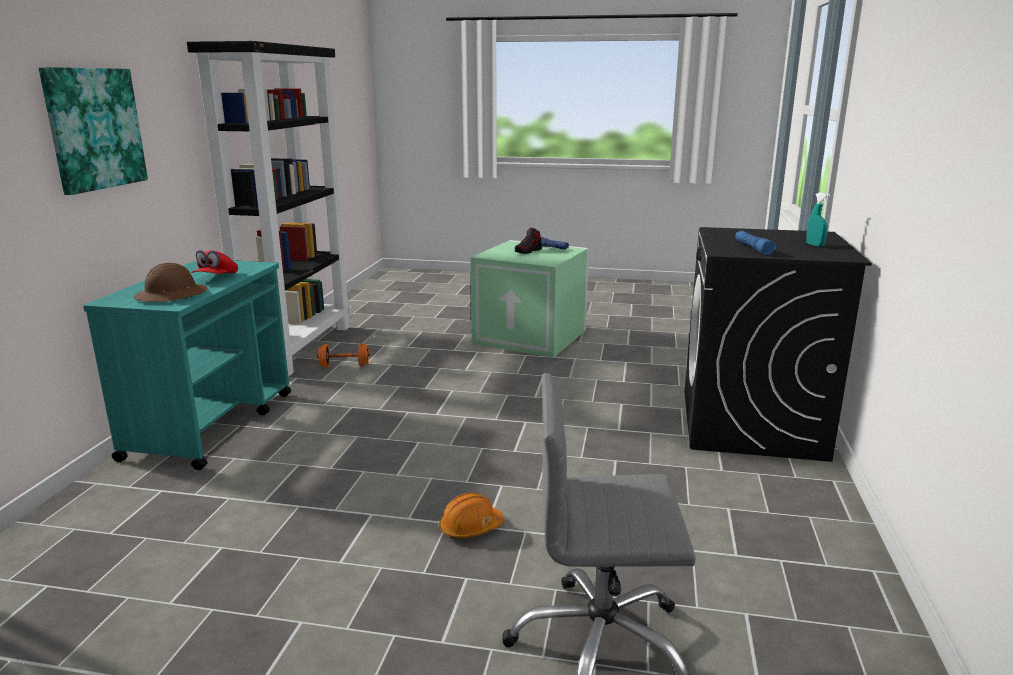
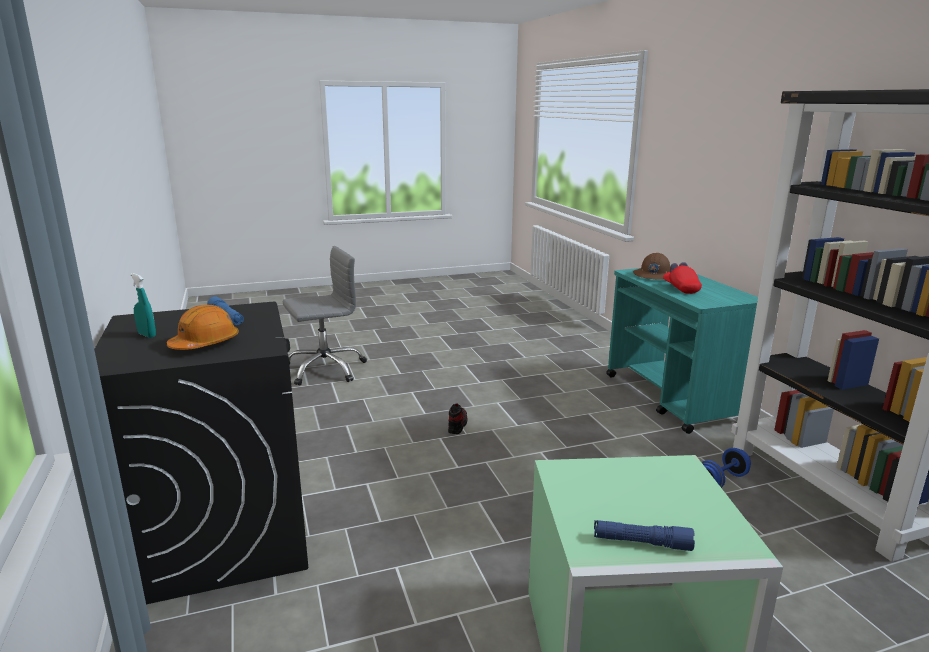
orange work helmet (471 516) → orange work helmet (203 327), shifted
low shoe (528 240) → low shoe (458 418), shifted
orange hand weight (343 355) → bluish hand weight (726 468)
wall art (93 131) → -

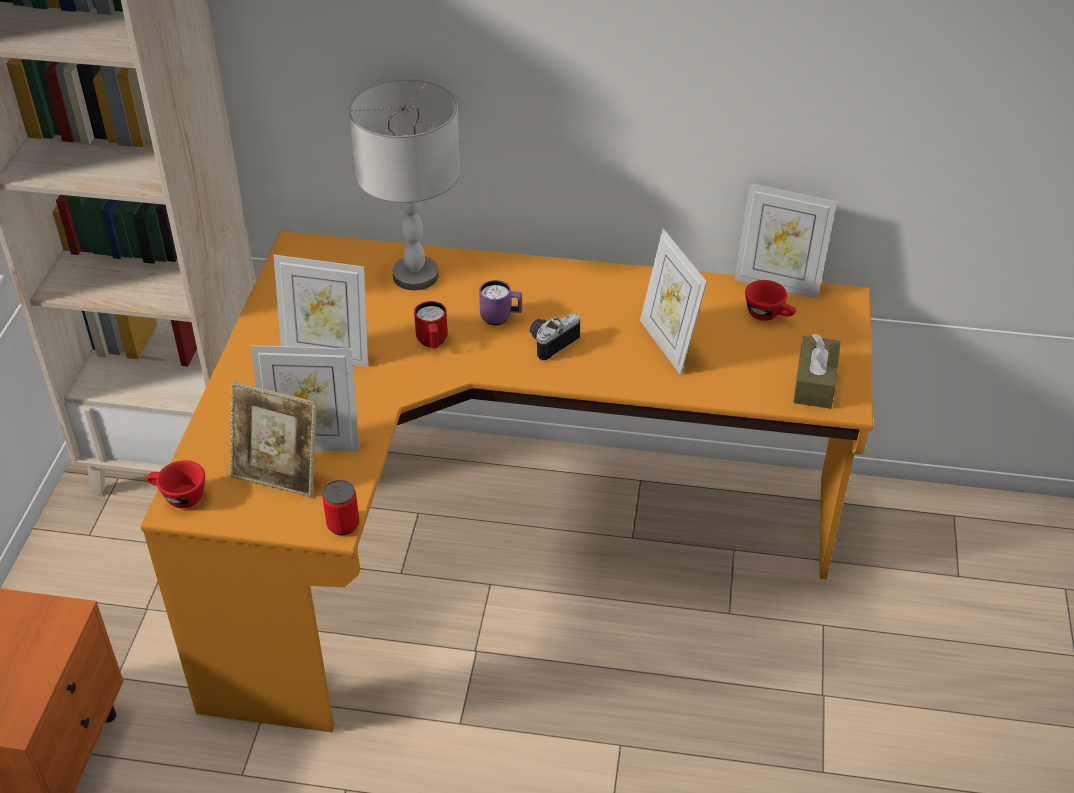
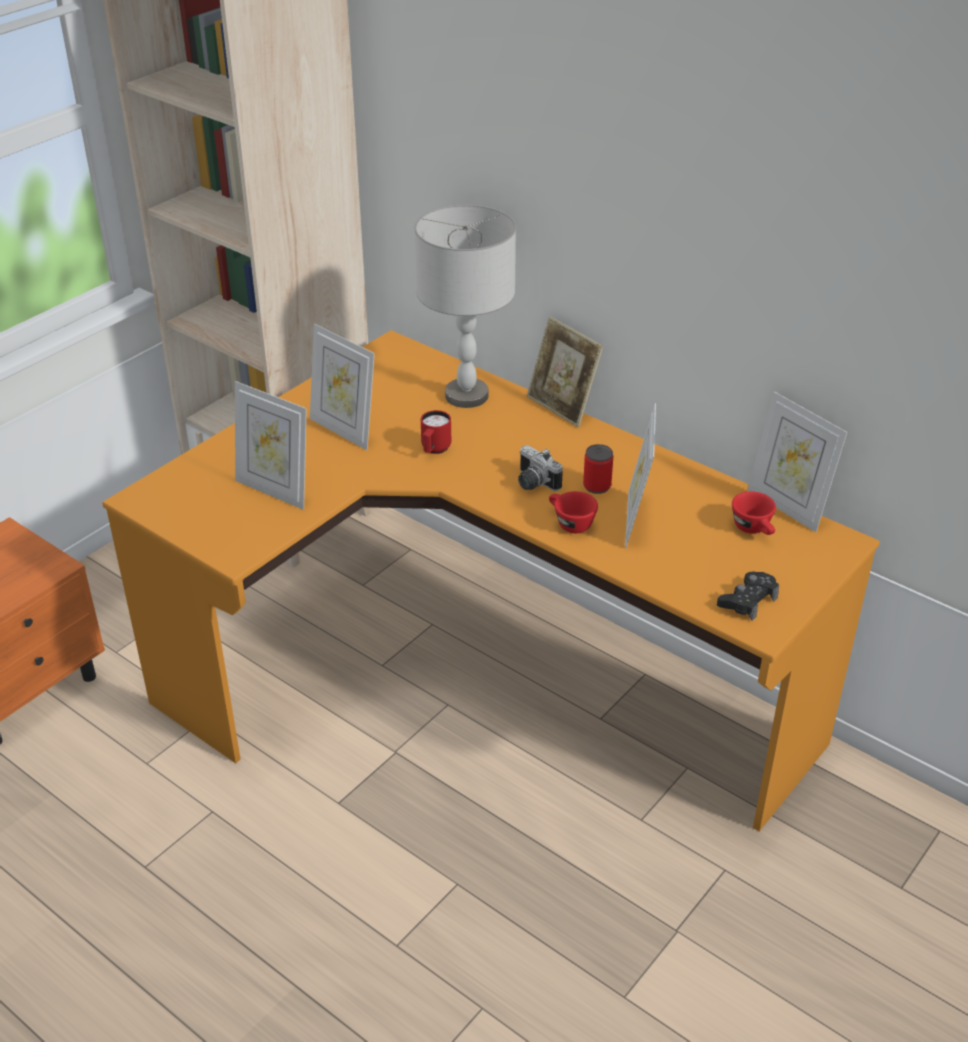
photo camera (555 337) → photo camera (540 468), 120 degrees counterclockwise
standing frame (273 439) → standing frame (565 371), shifted
red drinking cup (175 484) → red drinking cup (573 512), shifted
sealed can (340 508) → sealed can (598 469), shifted
brownish tissue holder (817 371) → black-coloured game controller (748 596)
purple tea mug (500 302) → -

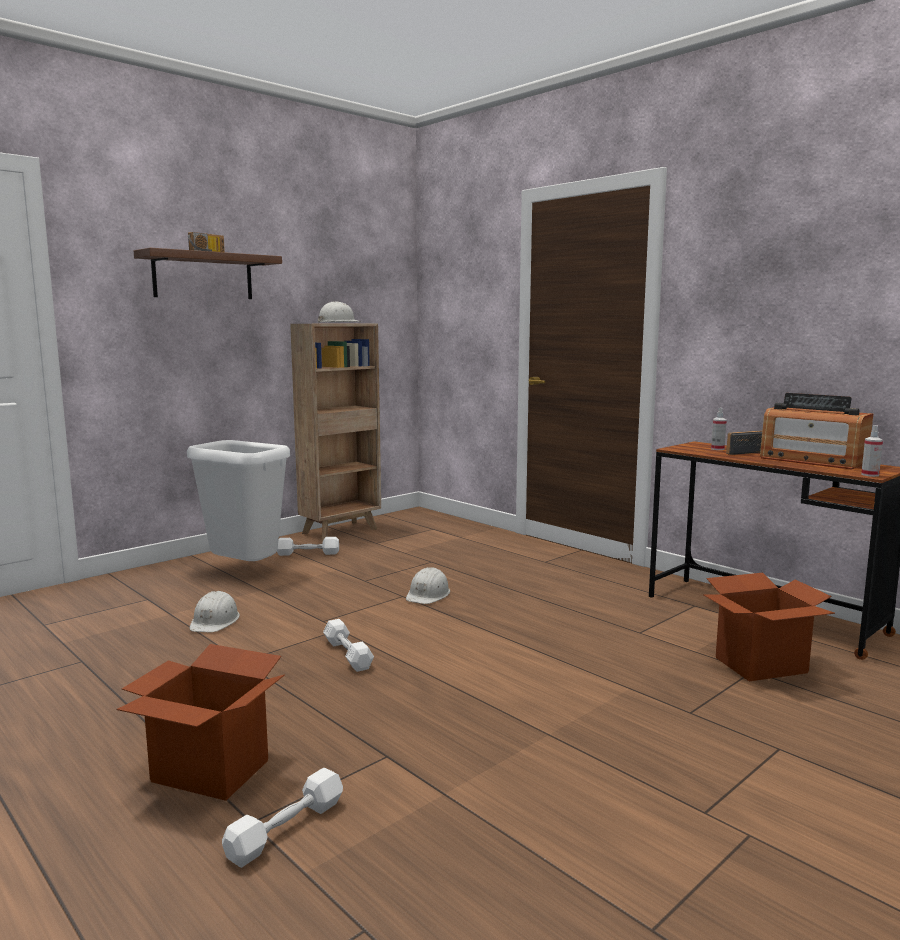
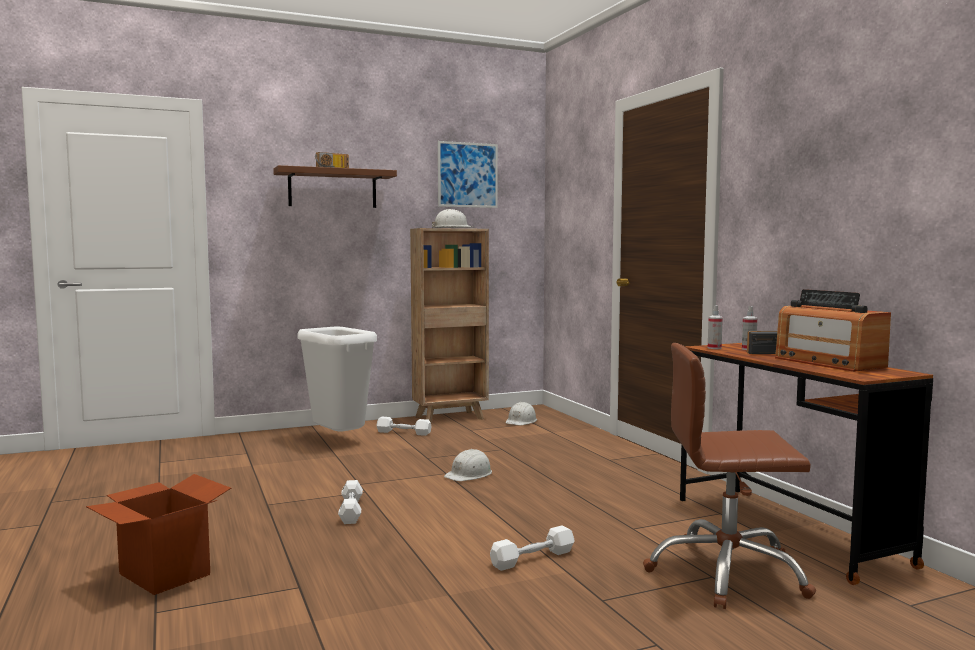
- → wall art (468 174)
white-coloured hand weight (282 818) → white-coloured hand weight (532 548), shifted
white-coloured work helmet (214 611) → white-coloured work helmet (521 413), shifted
packing box (769 627) → brownish office chair (729 476)
spray bottle (872 451) → spray bottle (715 327), shifted

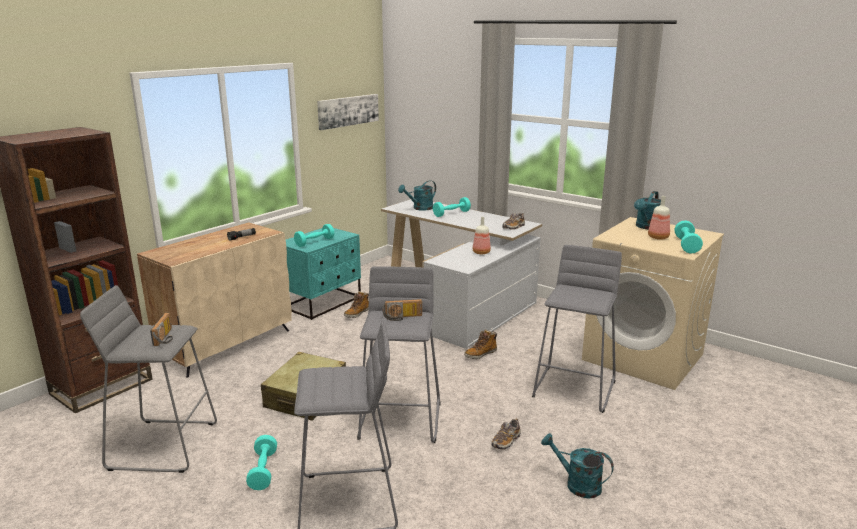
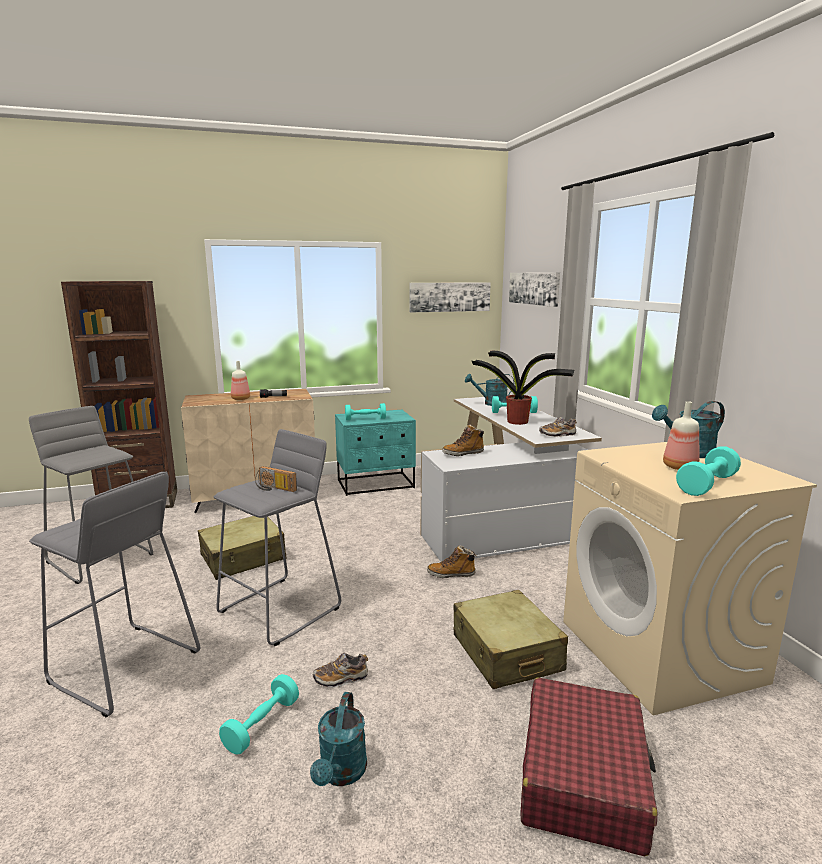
turquoise-coloured hand weight (261 462) → turquoise-coloured hand weight (259 714), shifted
bottle (481 235) → bottle (240 380), shifted
turquoise-coloured watering pot (577 466) → turquoise-coloured watering pot (338 739), 150 degrees counterclockwise
high-top boot (356 304) → high-top boot (463 440), shifted
greyish stool seat (577 329) → beige suitcase (511 639)
- → potted plant (523 388)
- → wall art (534 289)
- → red suitcase (588 767)
radio (161 329) → -

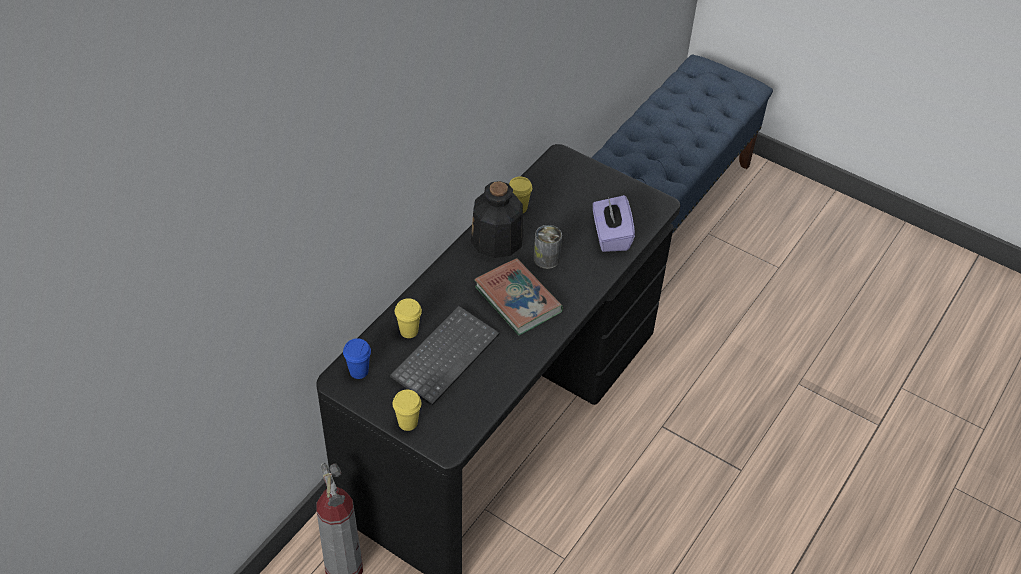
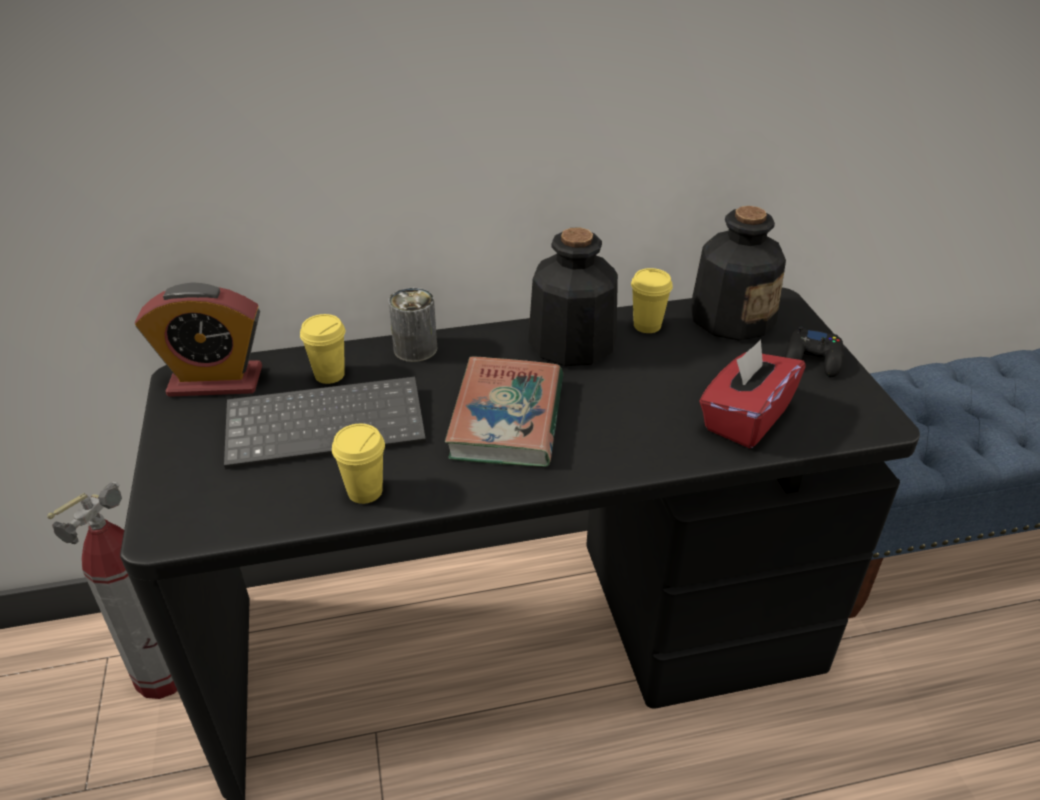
bluish drinking cup (357 358) → alarm clock (198 339)
yellow-coloured drinking cup (407 410) → yellow-coloured drinking cup (358 464), shifted
sealed can (548 247) → sealed can (412 325), shifted
- → bottle (738 273)
purple tissue holder (614 223) → red tissue holder (752 393)
- → black-coloured game controller (814 352)

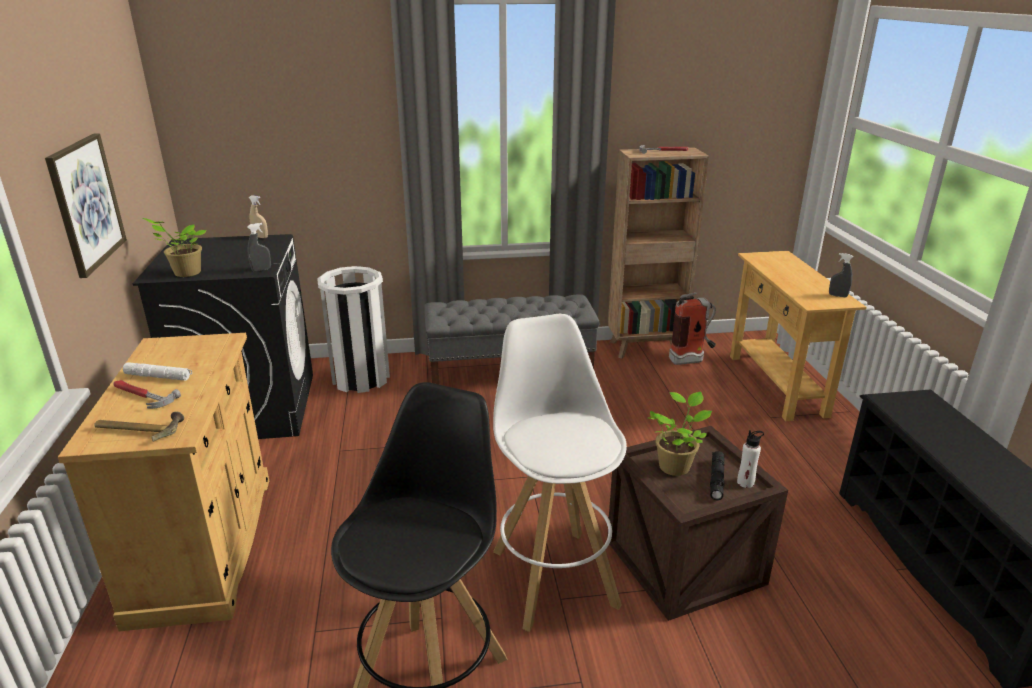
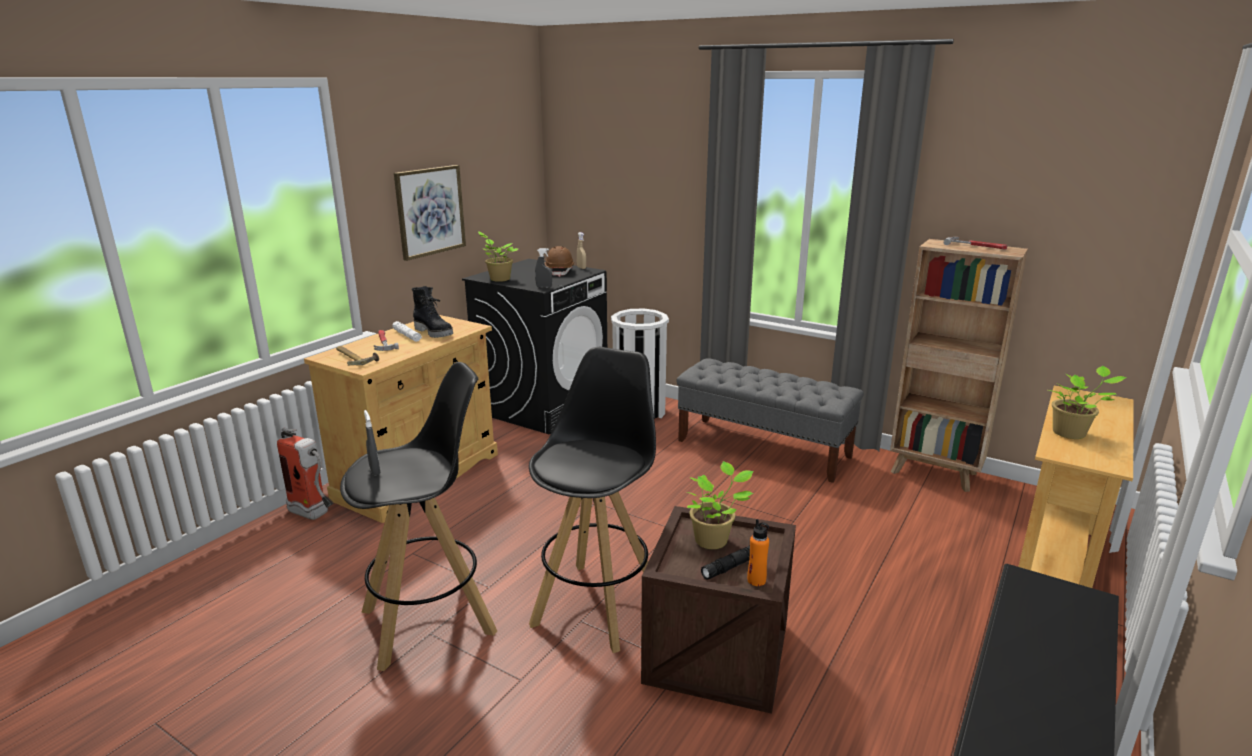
extinguisher (692 328) → extinguisher (305 474), shifted
greyish spray bottle (841 275) → greyish spray bottle (372 443), shifted
- → black-coloured high-top boot (432 312)
white-coloured stool seat (560 473) → black-coloured stool seat (592 500)
- → brownish work helmet (559 261)
white-coloured bottle (750 459) → orange bottle (758 552)
- → potted plant (1087 402)

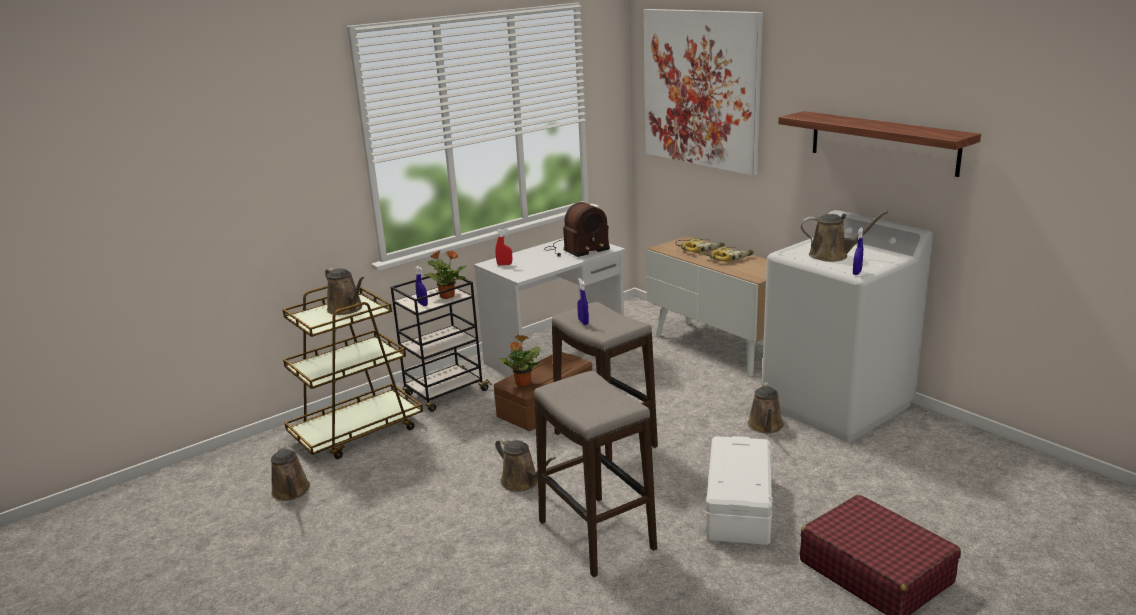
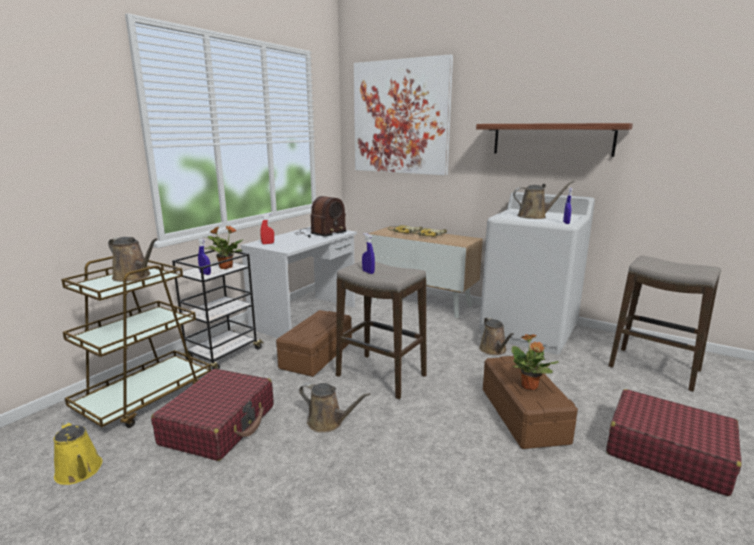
brownish watering pot (290 472) → yellow-coloured watering pot (78 452)
- → red suitcase (212 415)
white-coloured storage container (739 490) → brownish storage container (530 402)
potted plant (520 360) → potted plant (535 362), shifted
stool seat (595 474) → stool seat (665 323), shifted

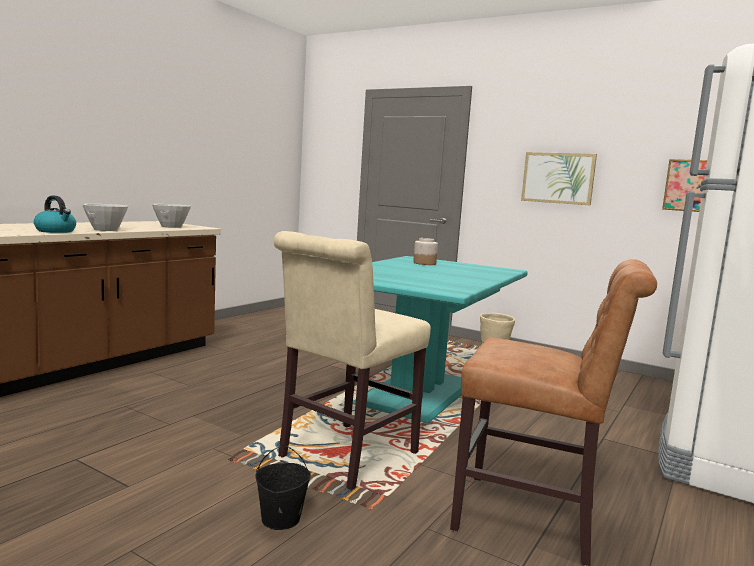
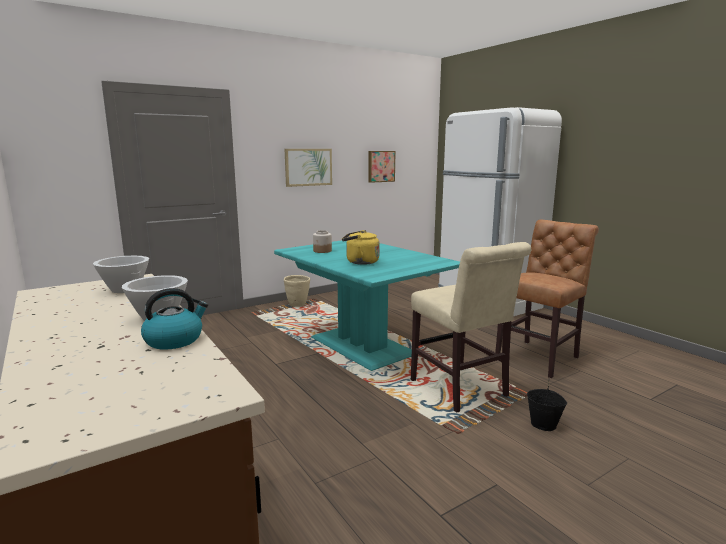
- → yellow-coloured tea kettle (361 247)

